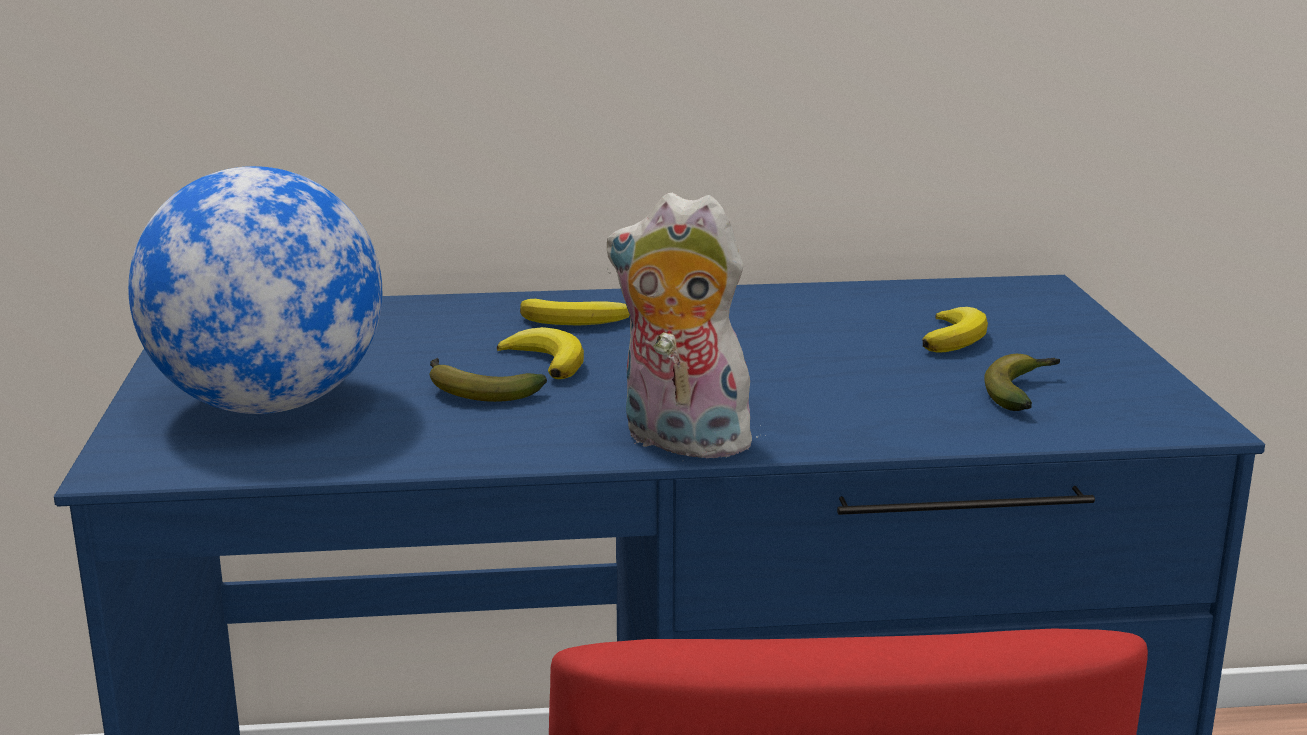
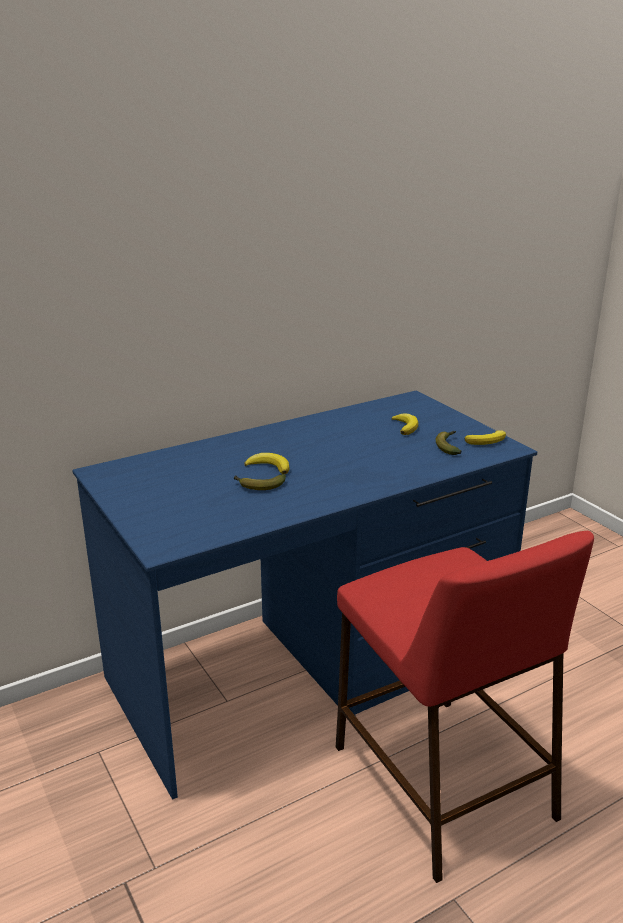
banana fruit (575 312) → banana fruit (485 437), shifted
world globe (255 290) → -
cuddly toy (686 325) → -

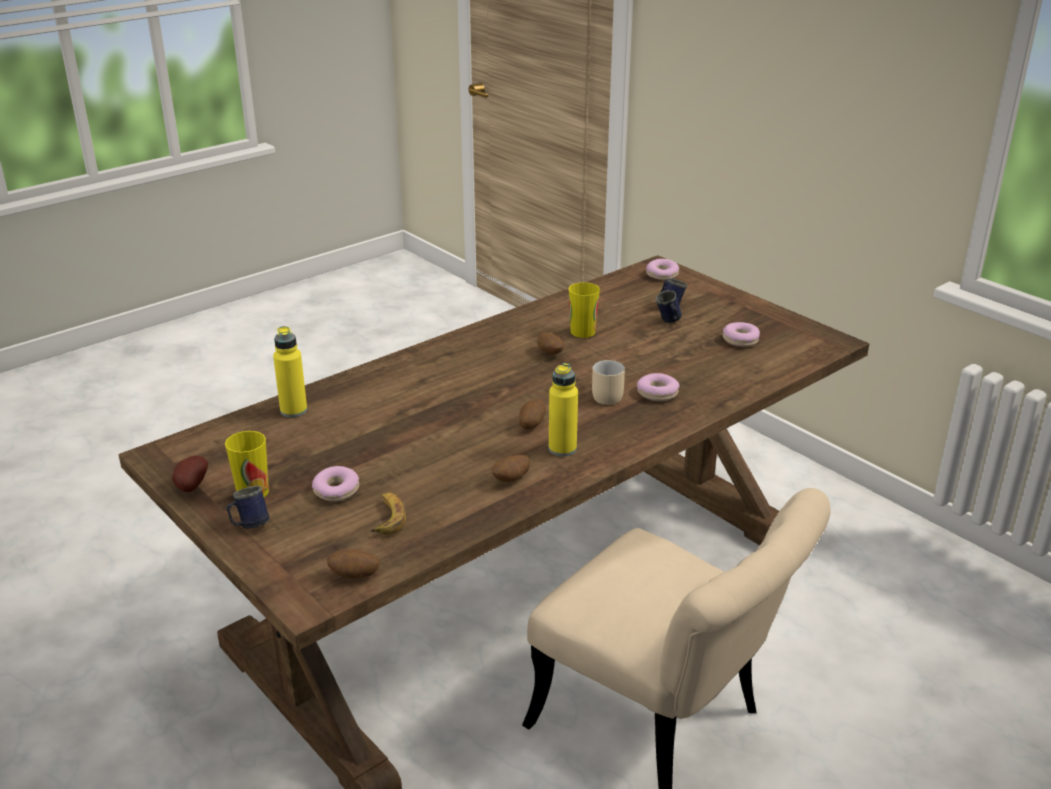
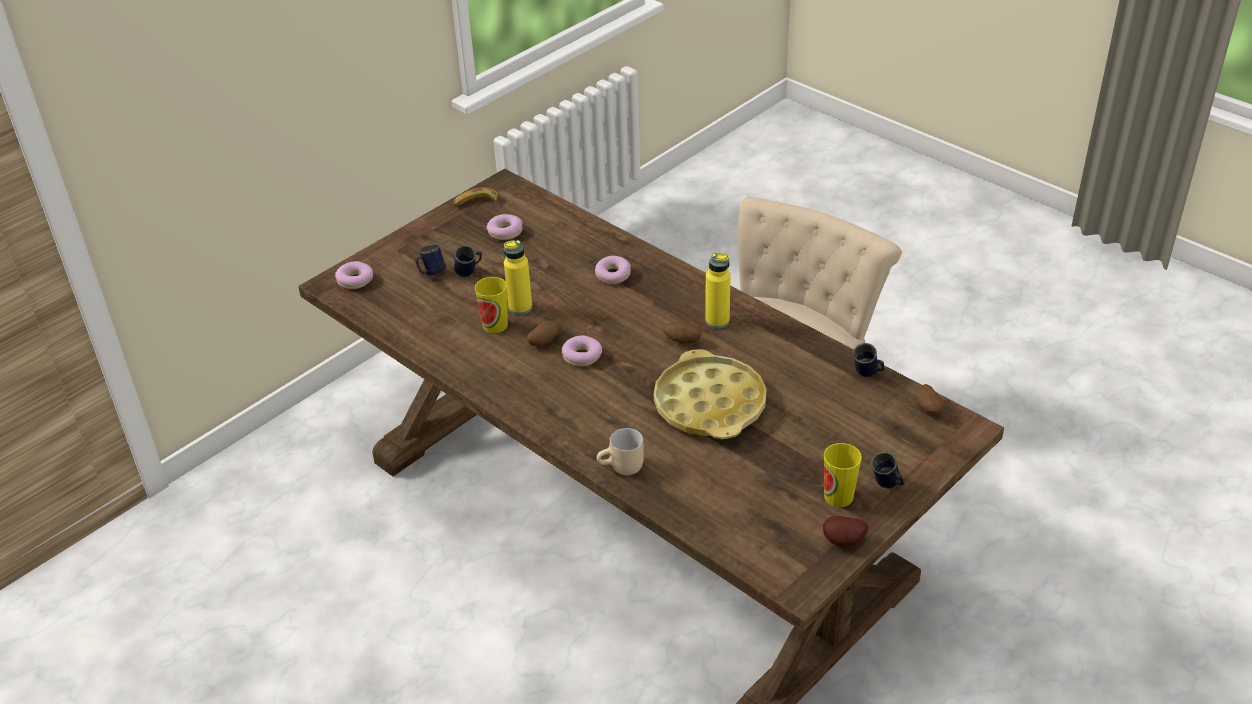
banana fruit (388 514) → banana fruit (476 196), shifted
yellow-coloured bottle (290 371) → yellow-coloured bottle (518 277), shifted
doughnut (335 484) → doughnut (582 350), shifted
beige tea mug (608 382) → beige tea mug (620 451), shifted
- → yellow-coloured serving tray (710 394)
- → bluish tea mug (869 360)
potato (511 468) → -

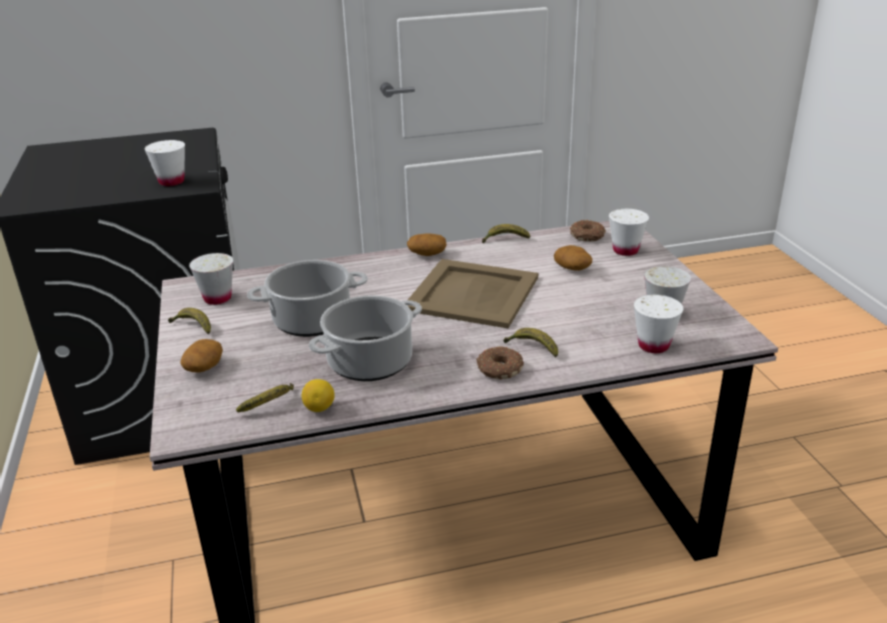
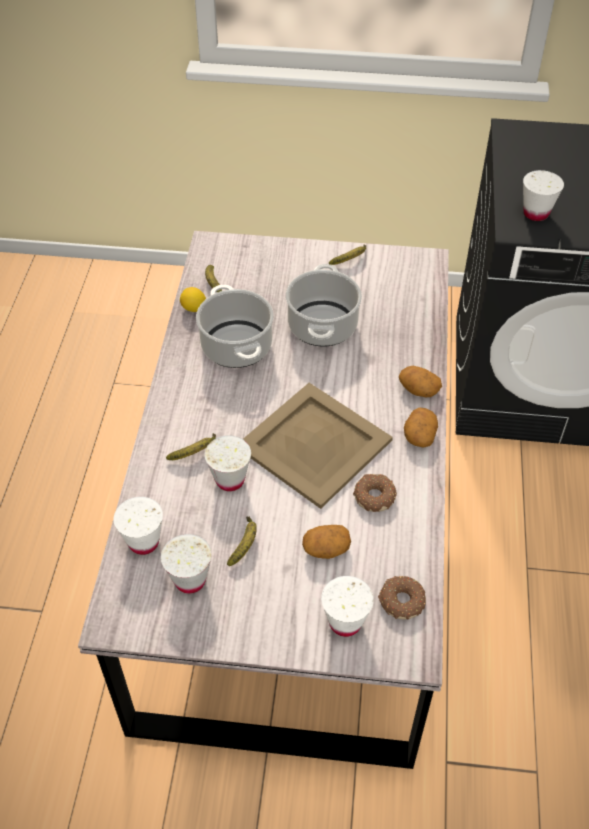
white-coloured drinking cup (211 279) → white-coloured drinking cup (228 463), shifted
banana fruit (506 233) → banana fruit (242 541), shifted
doughnut (500 362) → doughnut (375 493), shifted
potato (201 356) → potato (420 381), shifted

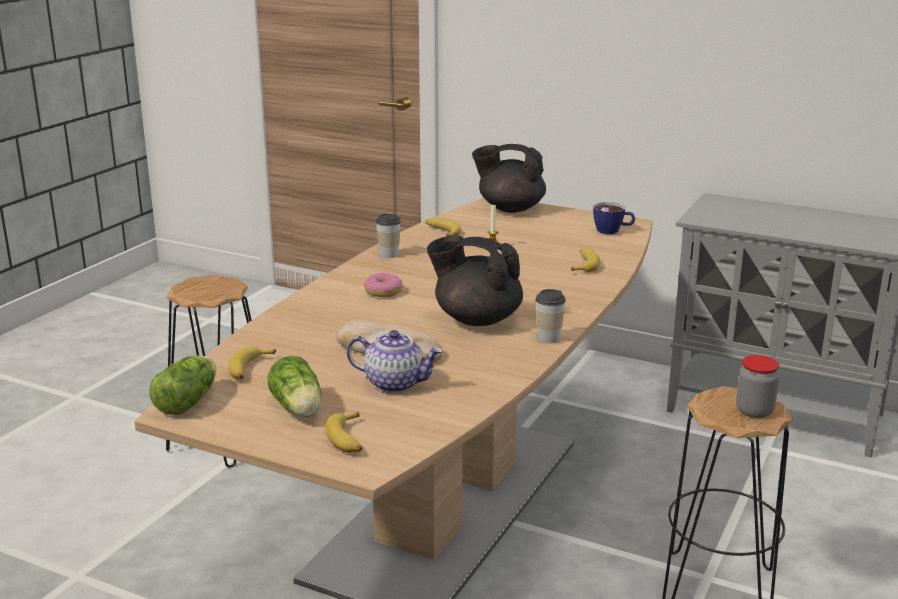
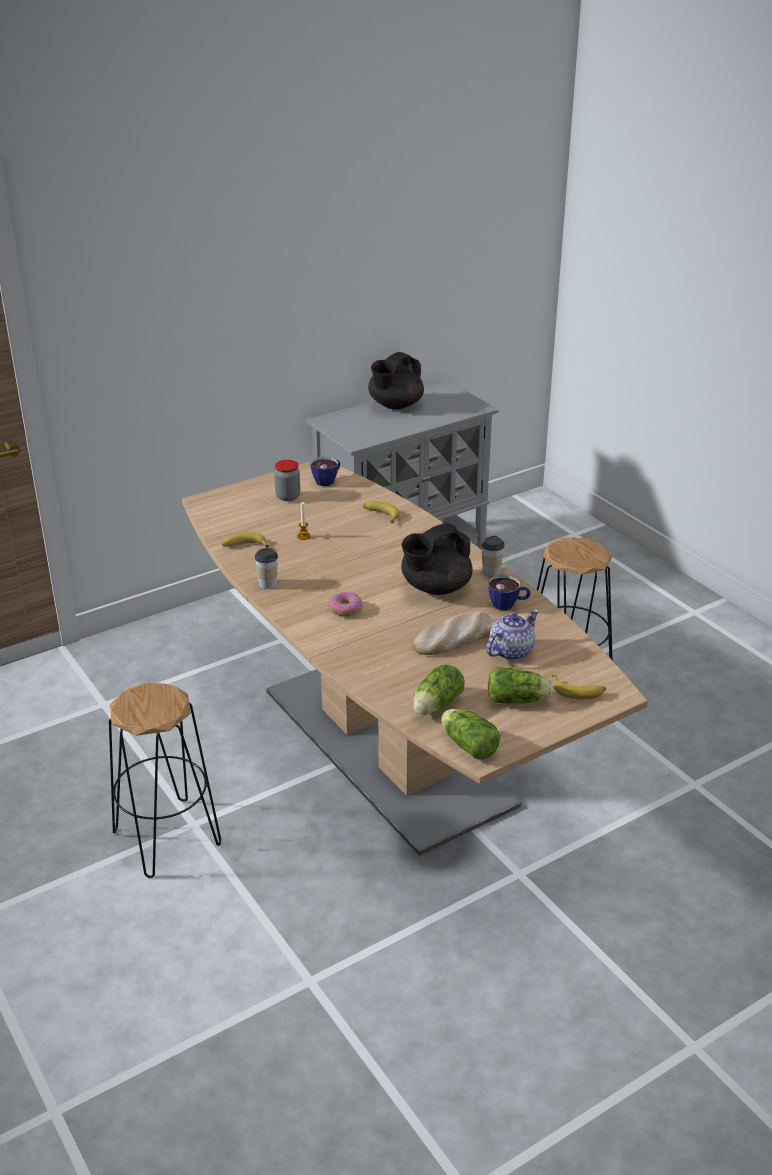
jar (757 386) → jar (287 480), shifted
black-coloured teapot (509 178) → black-coloured teapot (396 380), shifted
banana fruit (252 362) → lettuce head (439 690)
- → drinking cup (509 592)

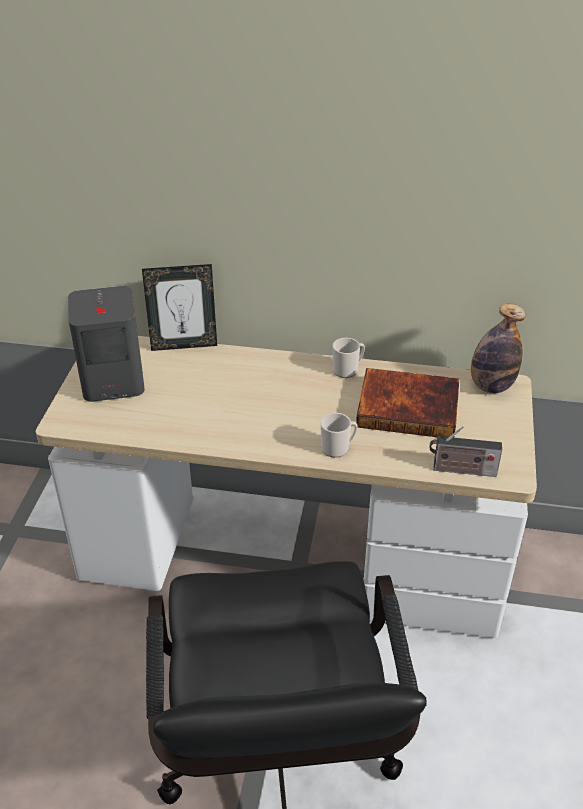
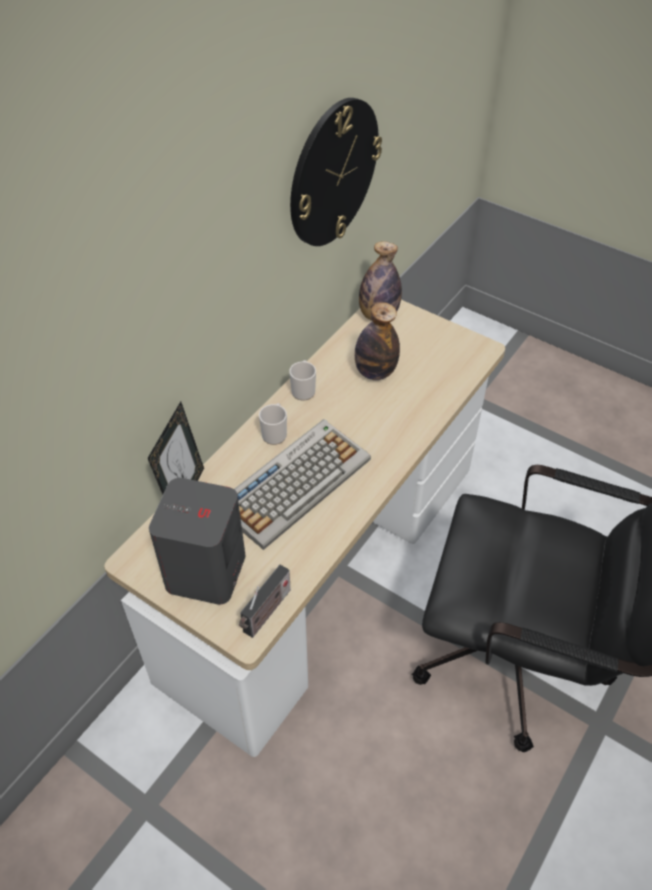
- → keyboard (302 484)
radio (466 451) → radio (265 601), shifted
tea mug (339 435) → tea mug (273 424), shifted
- → clock on the wall (336 172)
bound book (407 402) → bottle (377 341)

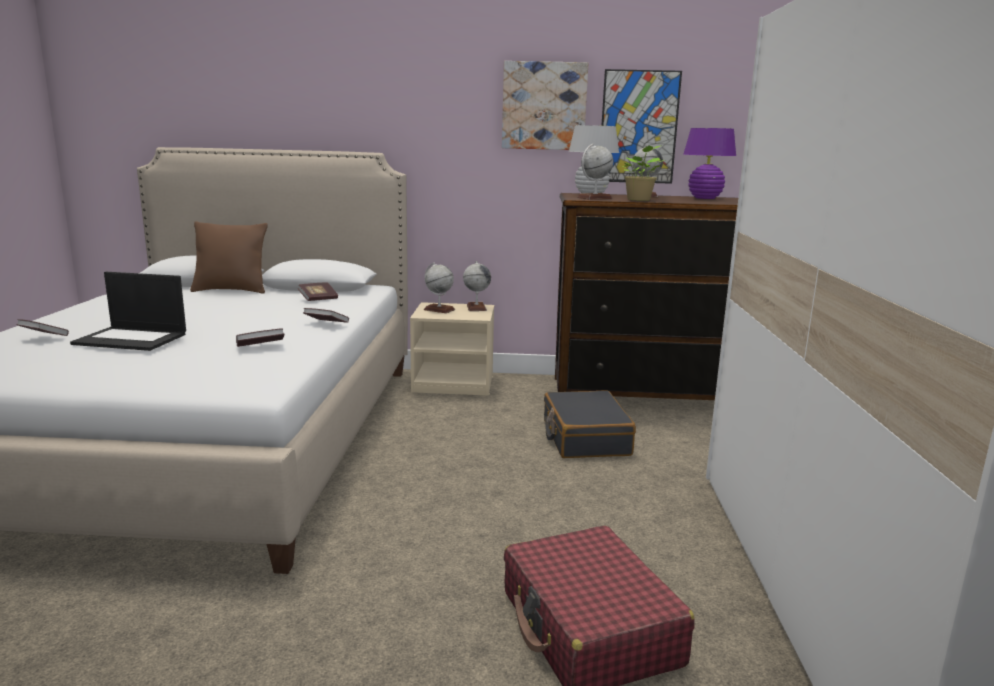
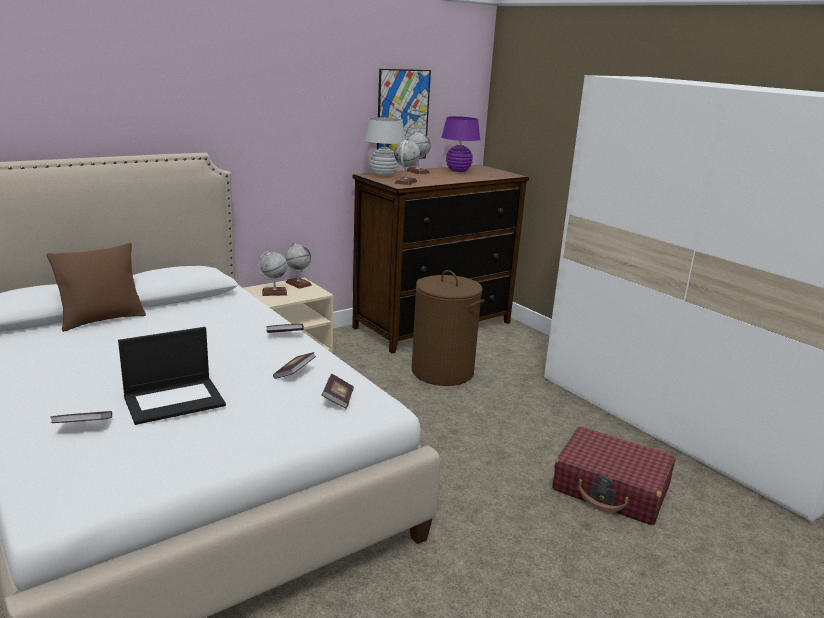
bound book (317 291) → bound book (338 391), shifted
black-coloured suitcase (590 424) → brownish washing basket (448 328)
wall art (545 105) → -
potted plant (643 173) → -

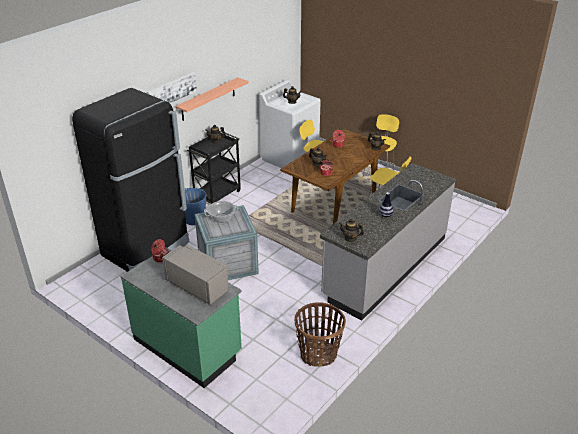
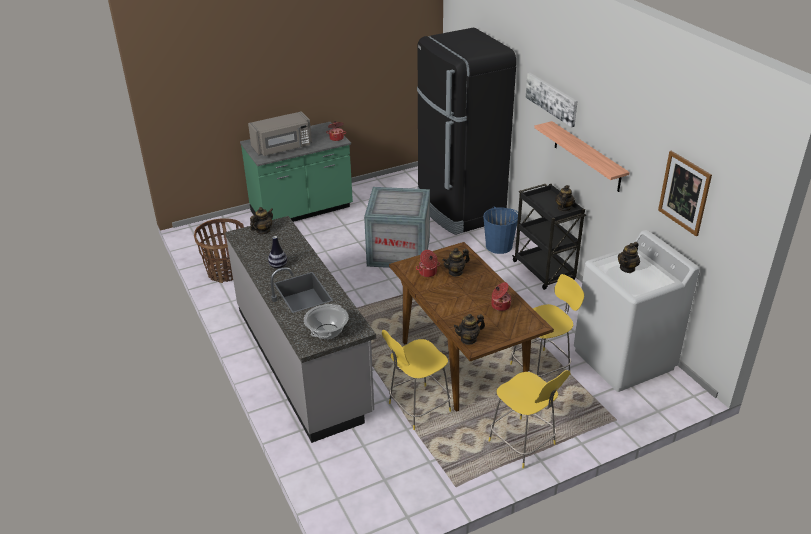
stockpot (221 212) → stockpot (326 321), shifted
- → wall art (685 193)

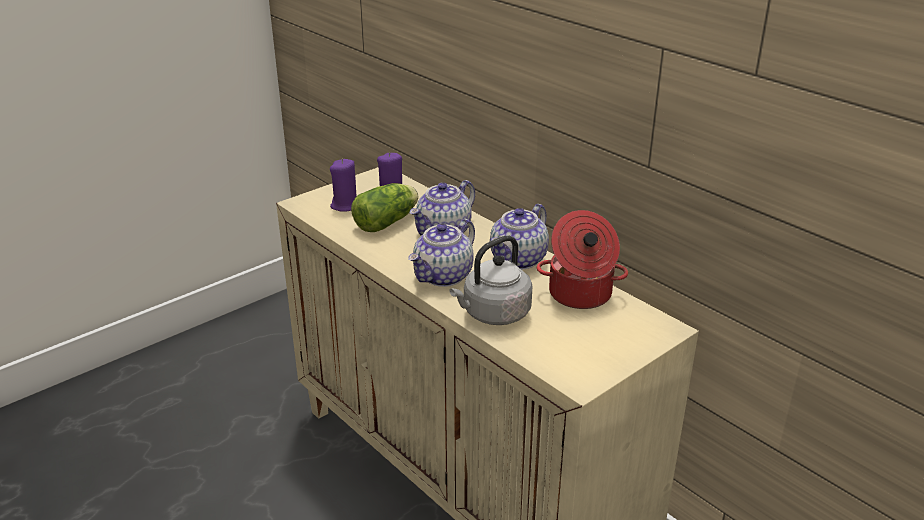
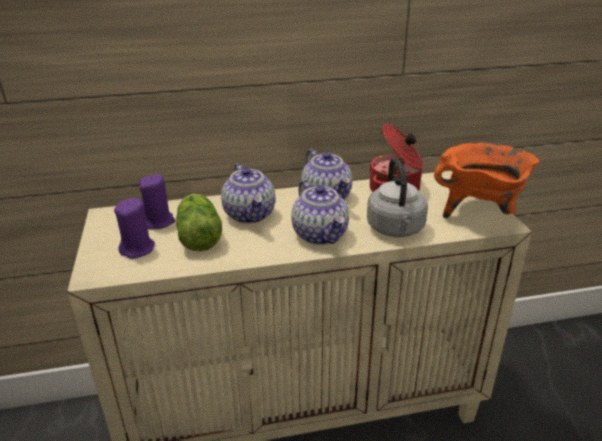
- → orange stockpot (486 180)

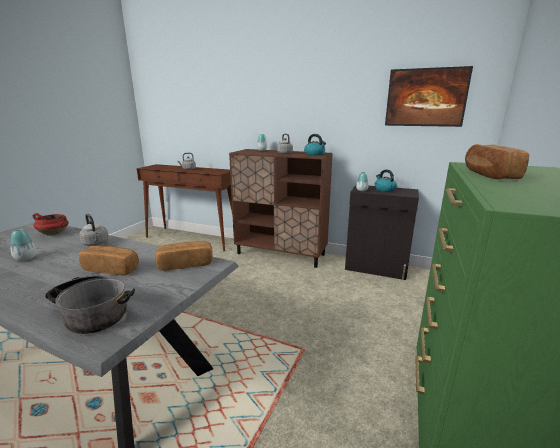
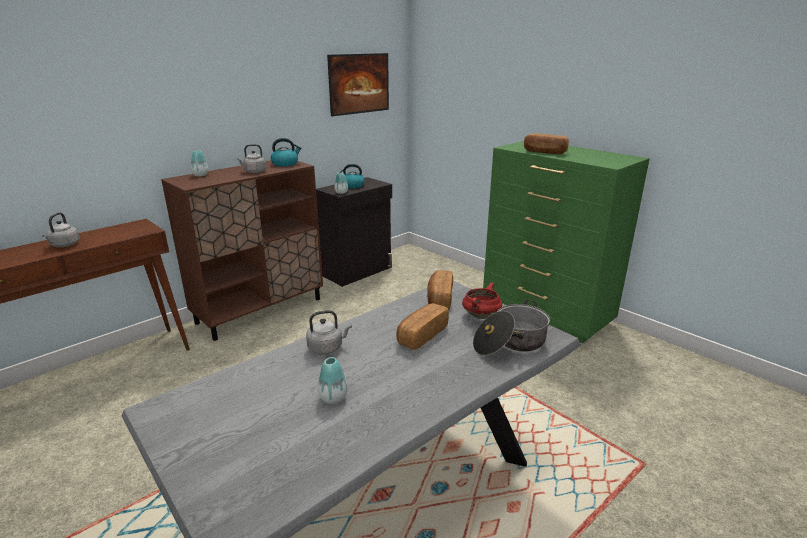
red stockpot (50 224) → red stockpot (482 301), shifted

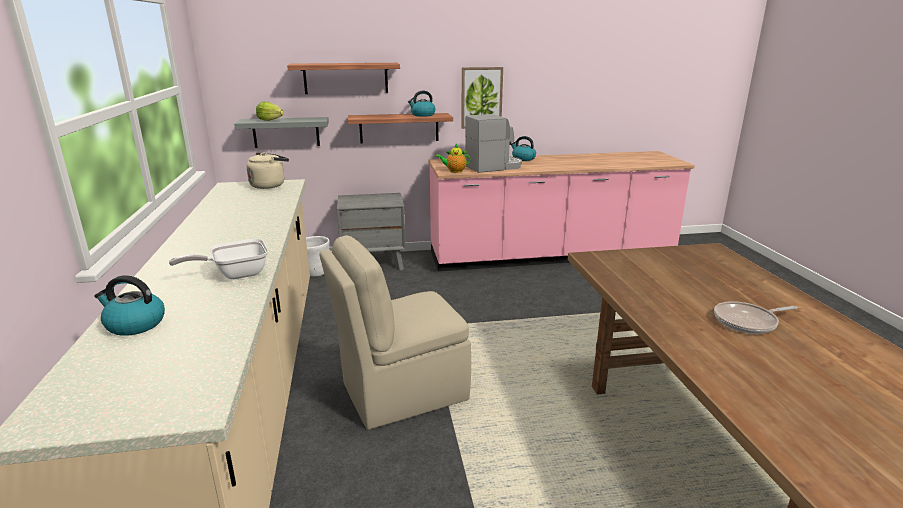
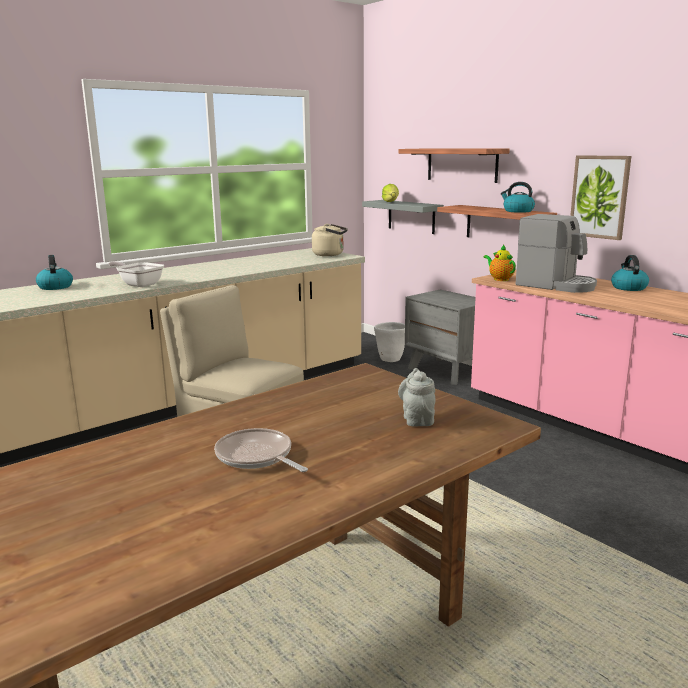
- → greyish teapot (417 397)

